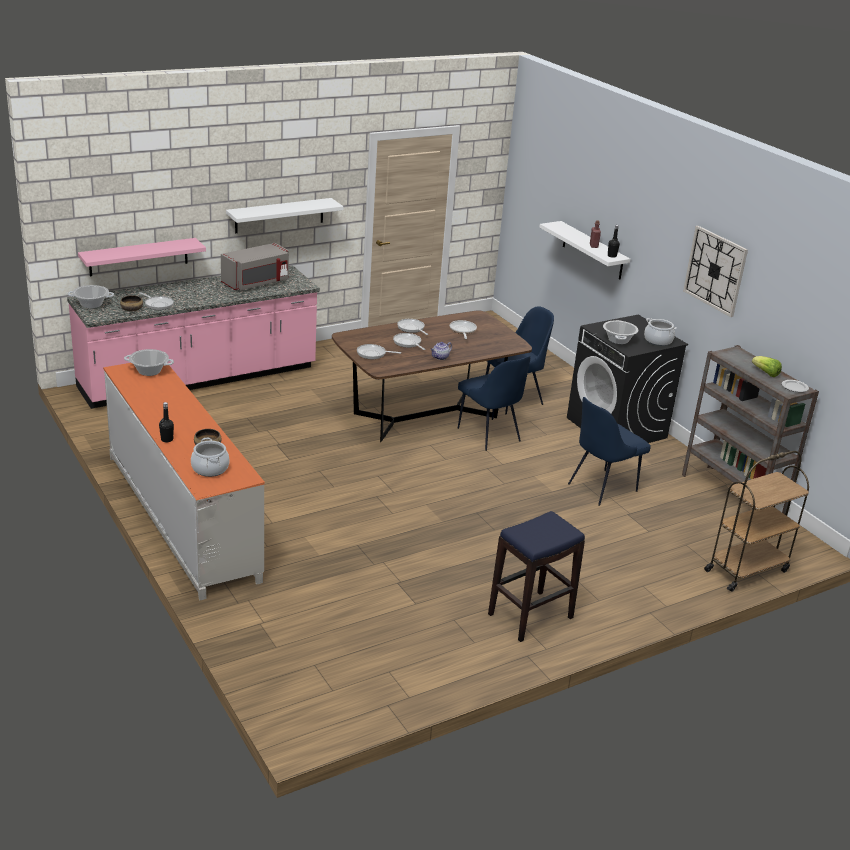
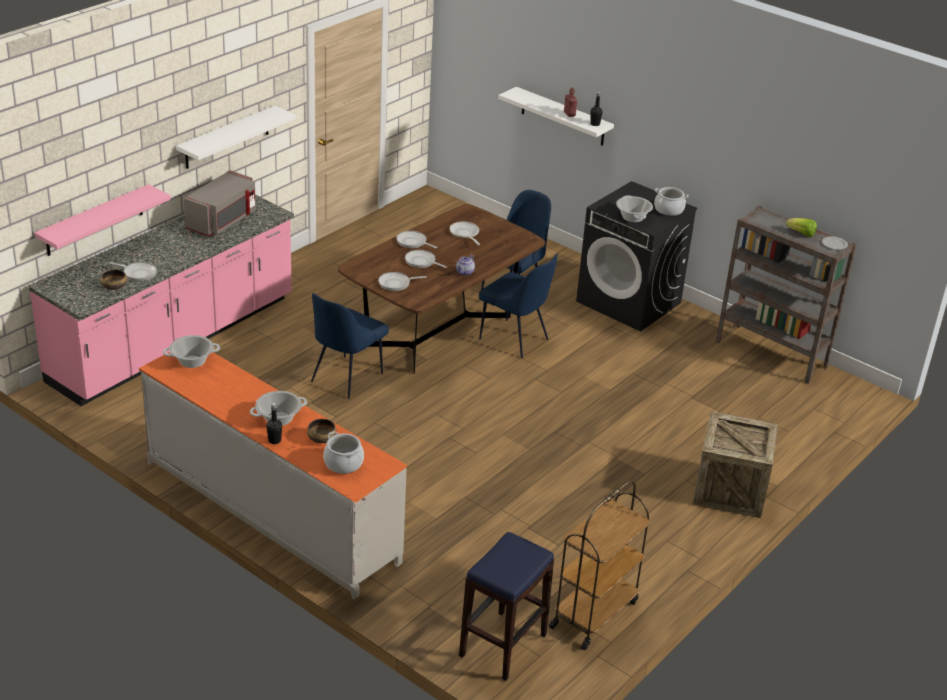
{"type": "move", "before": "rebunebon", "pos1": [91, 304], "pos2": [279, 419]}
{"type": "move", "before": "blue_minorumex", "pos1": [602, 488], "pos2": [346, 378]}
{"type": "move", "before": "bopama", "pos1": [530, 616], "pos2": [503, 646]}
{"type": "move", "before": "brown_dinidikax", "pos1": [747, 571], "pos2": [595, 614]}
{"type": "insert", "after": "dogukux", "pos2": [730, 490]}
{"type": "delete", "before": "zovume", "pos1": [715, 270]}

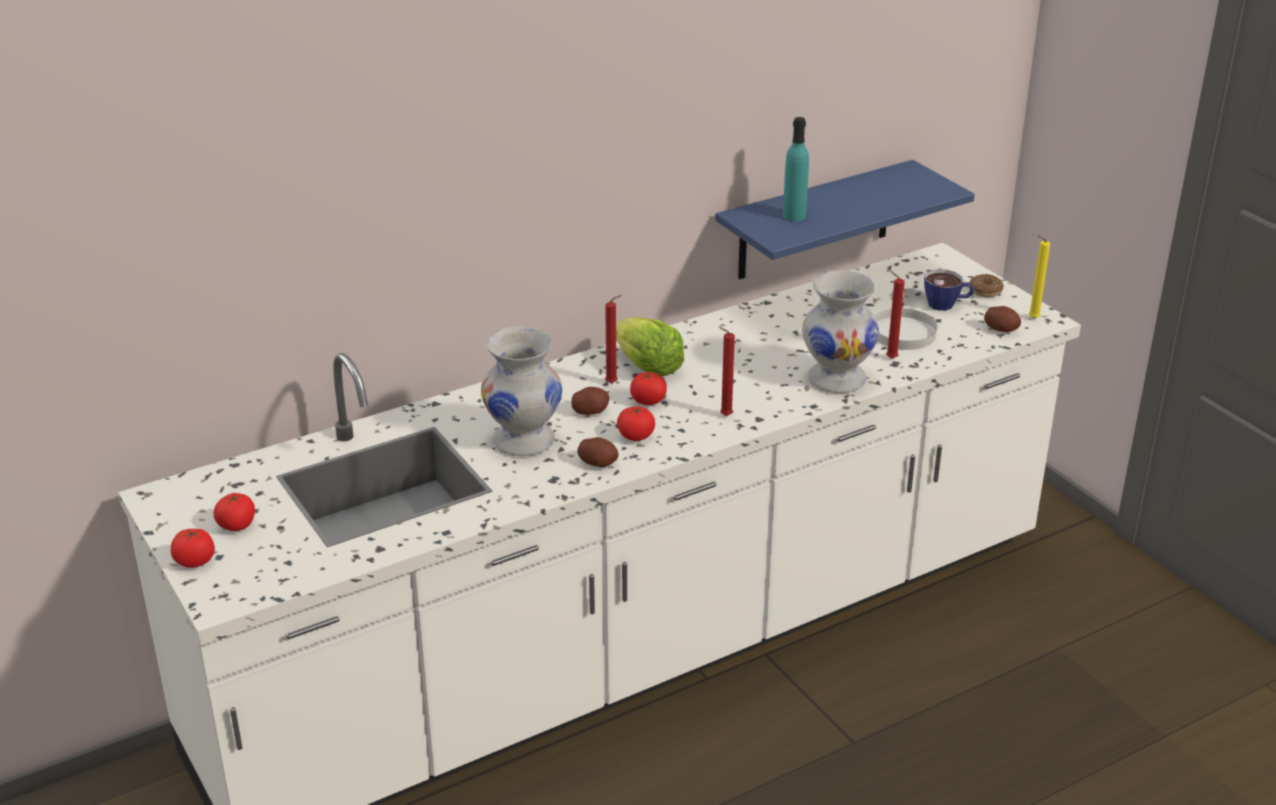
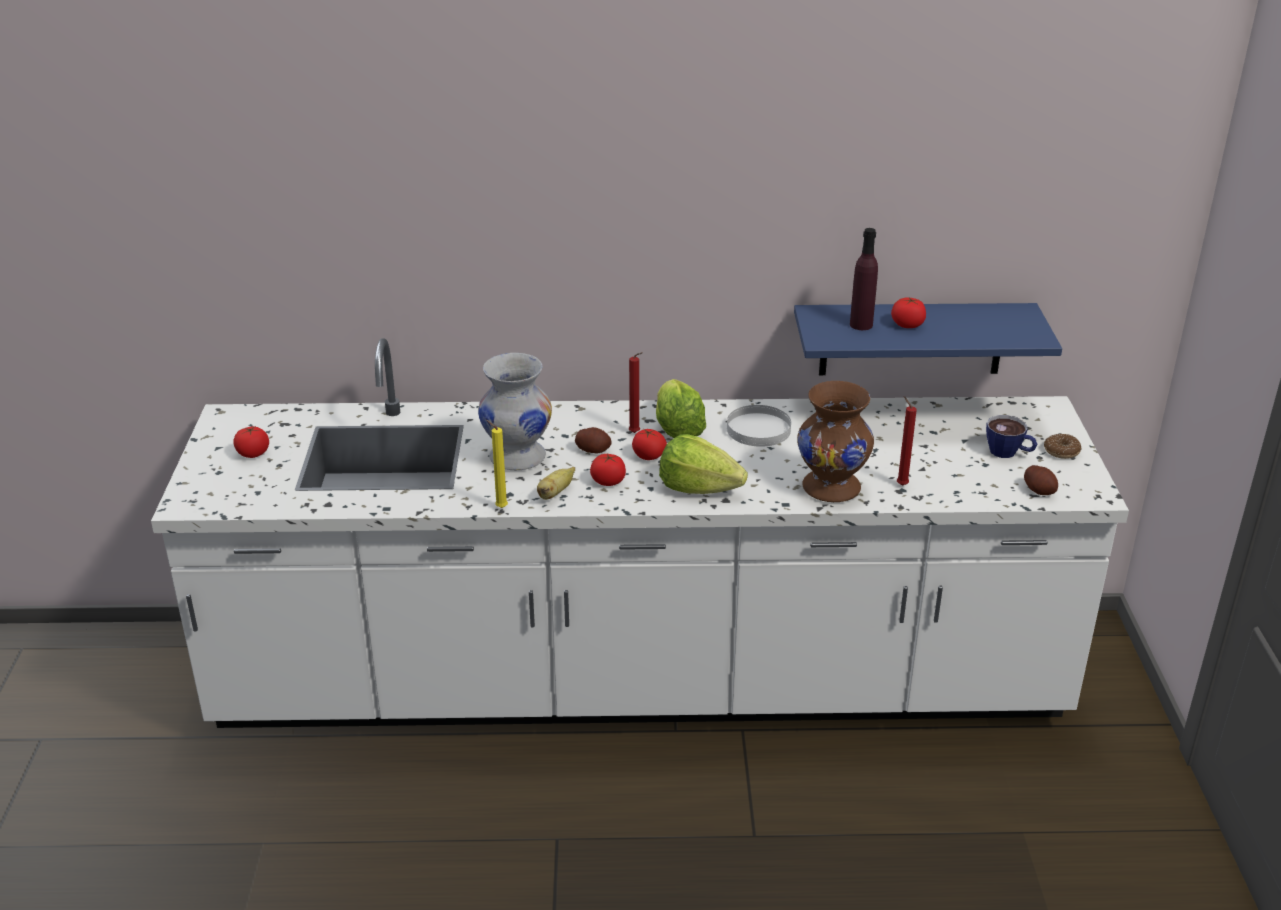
{"type": "move", "before": "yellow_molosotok", "pos1": [1032, 319], "pos2": [499, 507]}
{"type": "replace", "before": "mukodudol", "after": "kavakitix", "pos1": [598, 463], "pos2": [555, 493]}
{"type": "replace", "before": "red_molosotok", "after": "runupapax", "pos1": [724, 416], "pos2": [698, 488]}
{"type": "move", "before": "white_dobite", "pos1": [903, 333], "pos2": [758, 429]}
{"type": "recolor", "before": "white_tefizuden", "after": "brown_tefizuden", "pos1": [836, 380], "pos2": [830, 488]}
{"type": "recolor", "before": "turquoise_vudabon", "after": "purple_vudabon", "pos1": [794, 216], "pos2": [861, 325]}
{"type": "move", "before": "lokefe", "pos1": [195, 561], "pos2": [907, 325]}

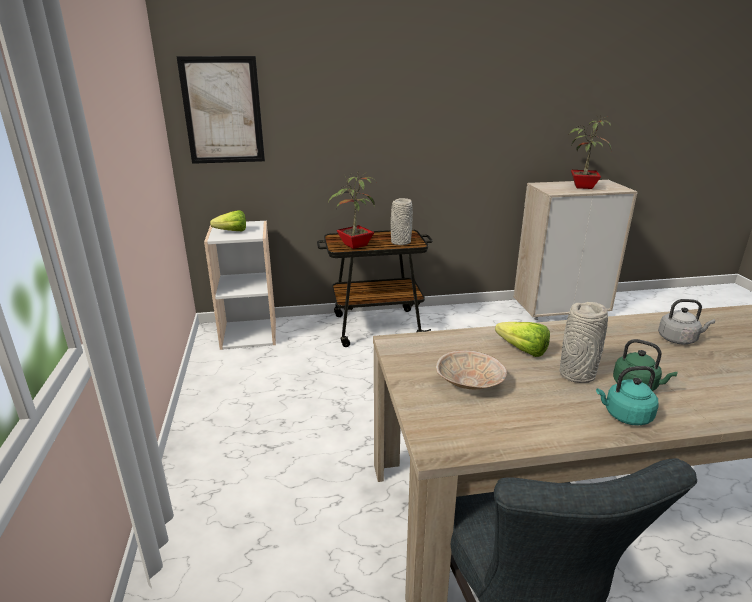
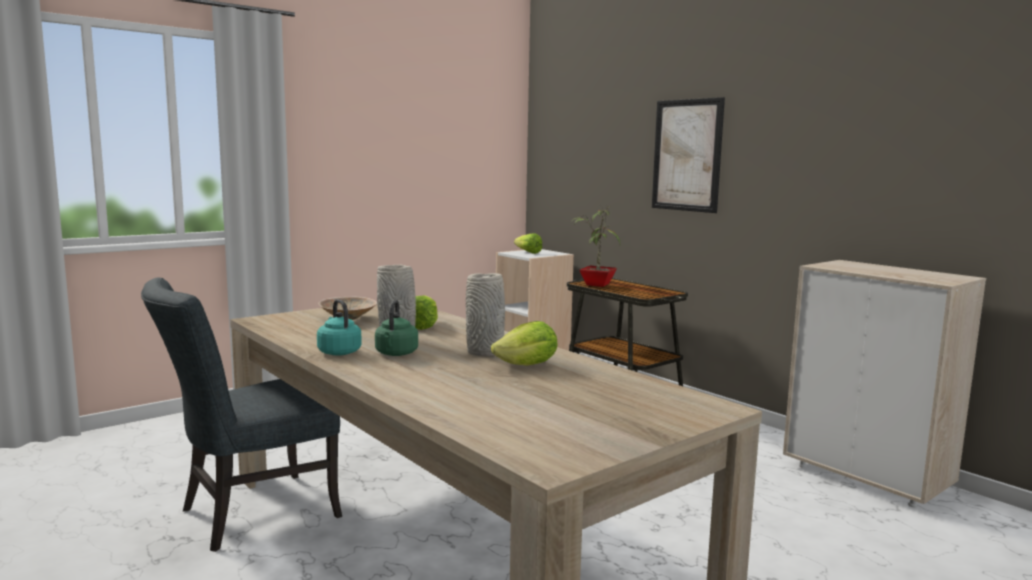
{"type": "move", "before": "grey_tefizuden", "pos1": [400, 242], "pos2": [485, 352]}
{"type": "replace", "before": "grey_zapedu", "after": "runupapax", "pos1": [679, 339], "pos2": [527, 365]}
{"type": "move", "before": "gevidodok", "pos1": [223, 111], "pos2": [687, 155]}
{"type": "delete", "before": "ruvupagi", "pos1": [581, 187]}

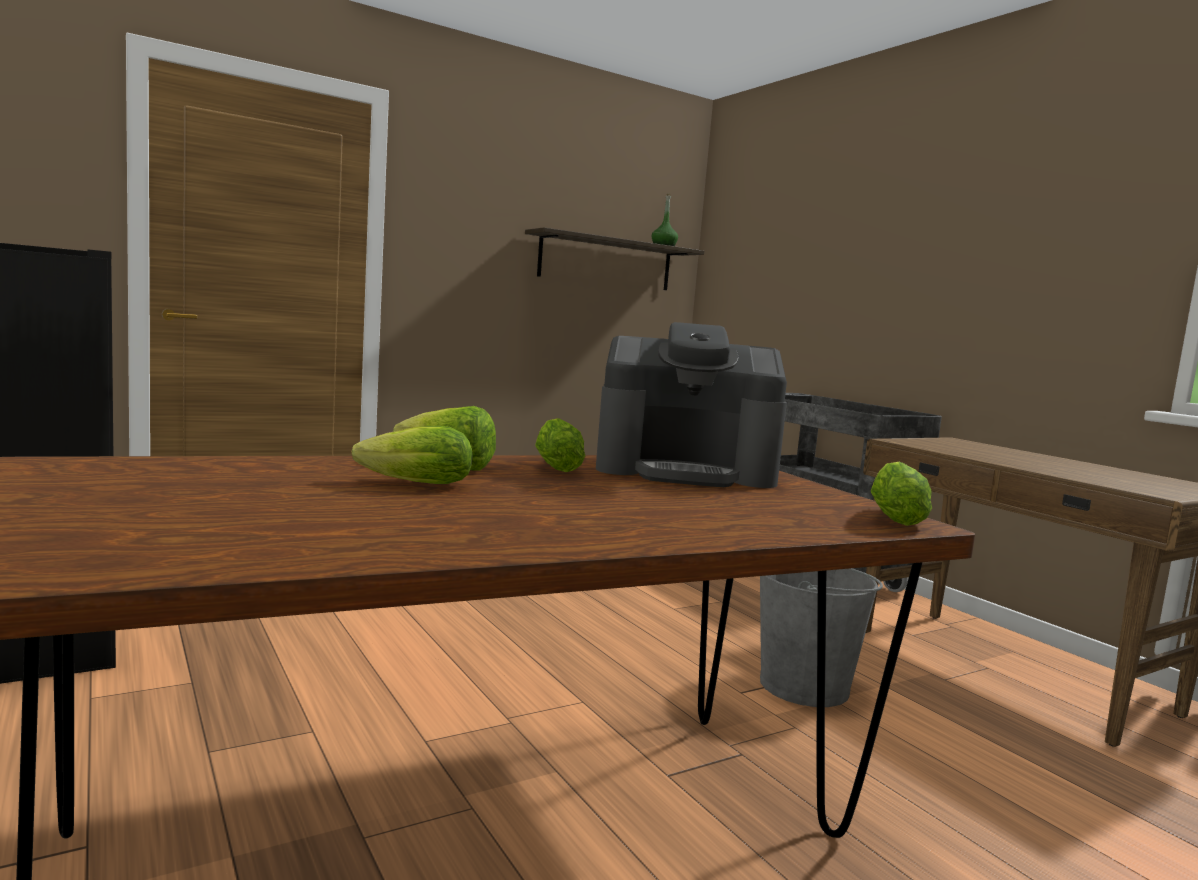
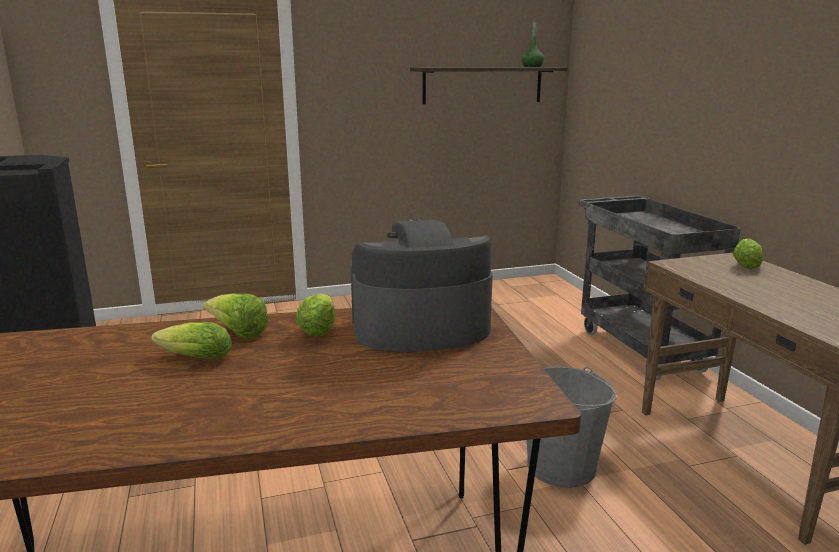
{"type": "rotate", "before": "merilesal", "pos1": [686, 470], "pos2": [419, 327], "turn": 150}
{"type": "move", "before": "runupapax", "pos1": [895, 517], "pos2": [746, 264]}

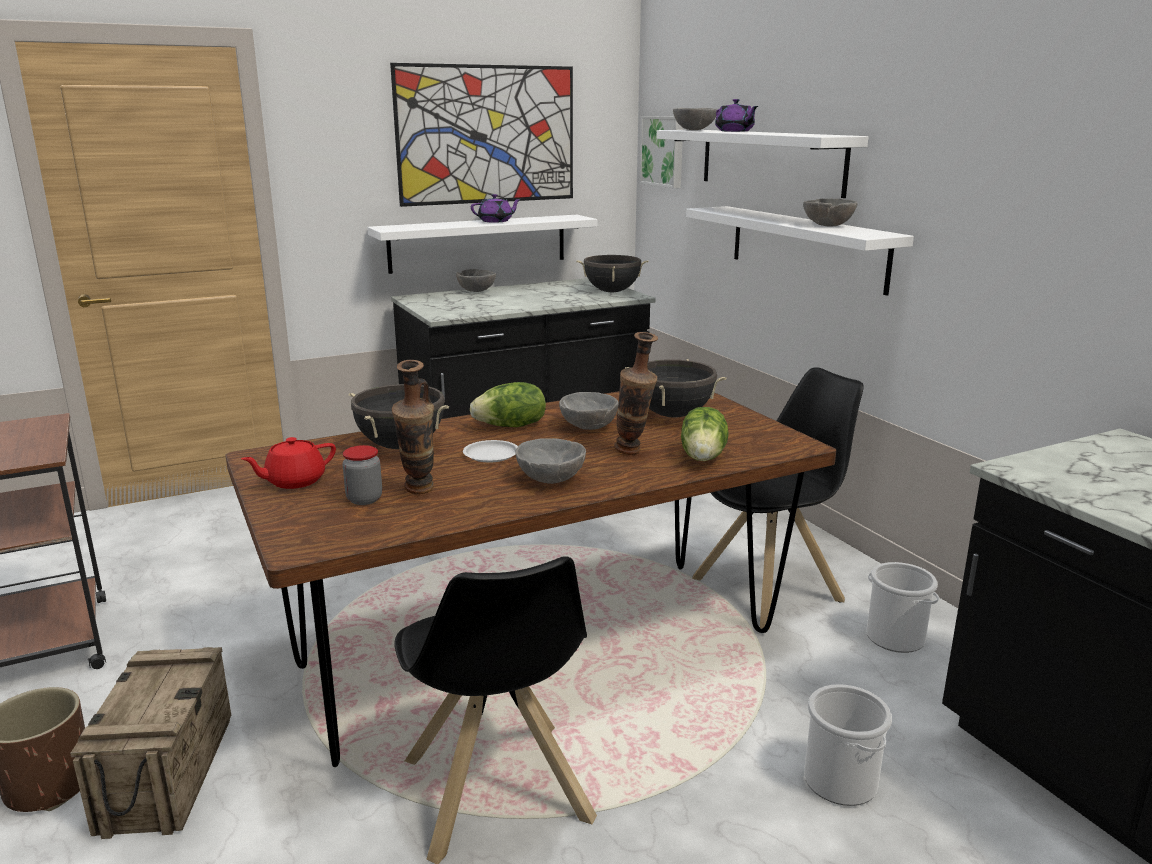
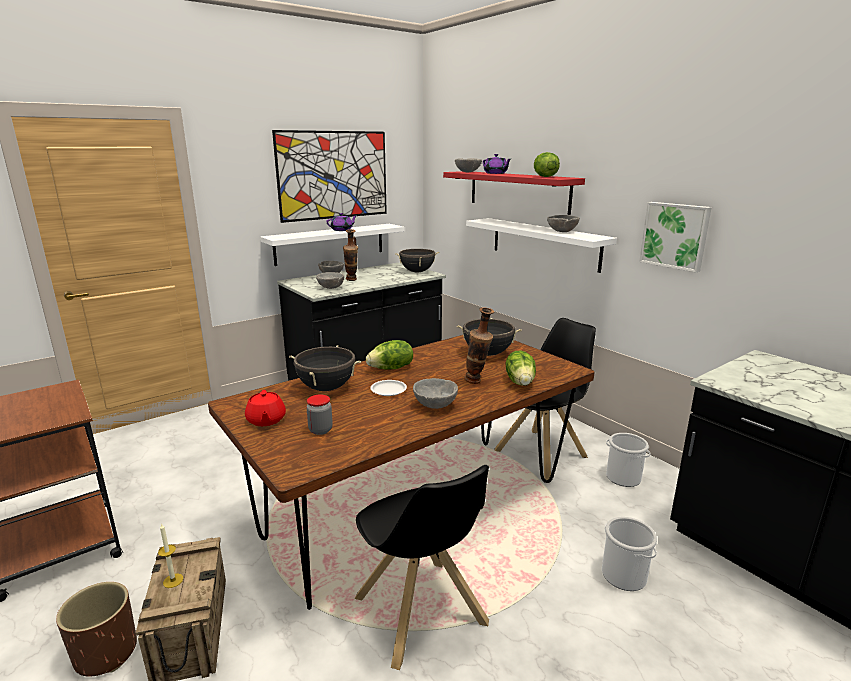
{"type": "insert", "after": "molosotok", "pos2": [173, 580]}
{"type": "rotate", "before": "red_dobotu", "pos1": [294, 481], "pos2": [266, 420], "turn": -60}
{"type": "move", "before": "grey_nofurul", "pos1": [589, 427], "pos2": [331, 288]}
{"type": "move", "before": "tefizuden", "pos1": [419, 493], "pos2": [351, 280]}
{"type": "recolor", "before": "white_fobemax", "after": "red_fobemax", "pos1": [770, 160], "pos2": [518, 191]}
{"type": "insert", "after": "runupapax", "pos2": [544, 176]}
{"type": "move", "before": "gevidodok", "pos1": [663, 151], "pos2": [675, 235]}

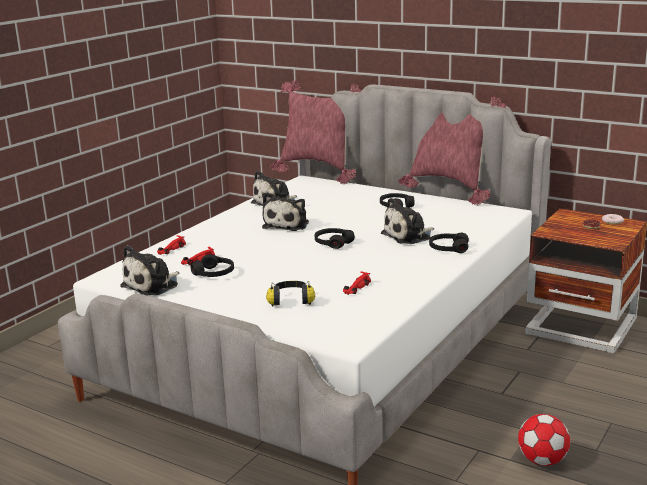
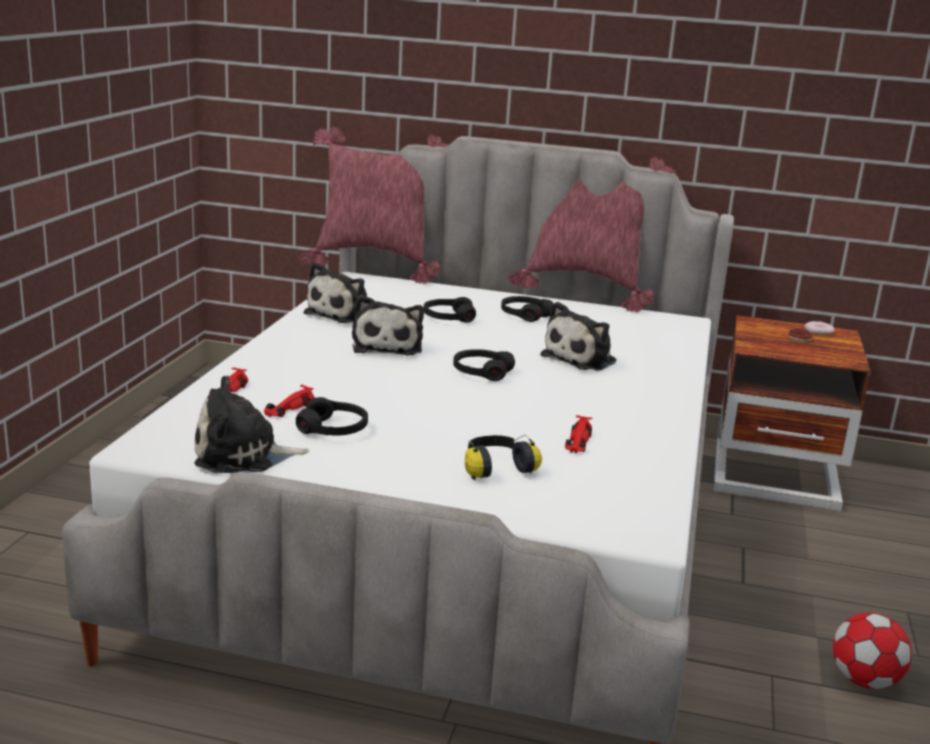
{"type": "rotate", "before": "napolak", "pos1": [153, 285], "pos2": [242, 455], "turn": 60}
{"type": "move", "before": "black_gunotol", "pos1": [448, 248], "pos2": [448, 318]}

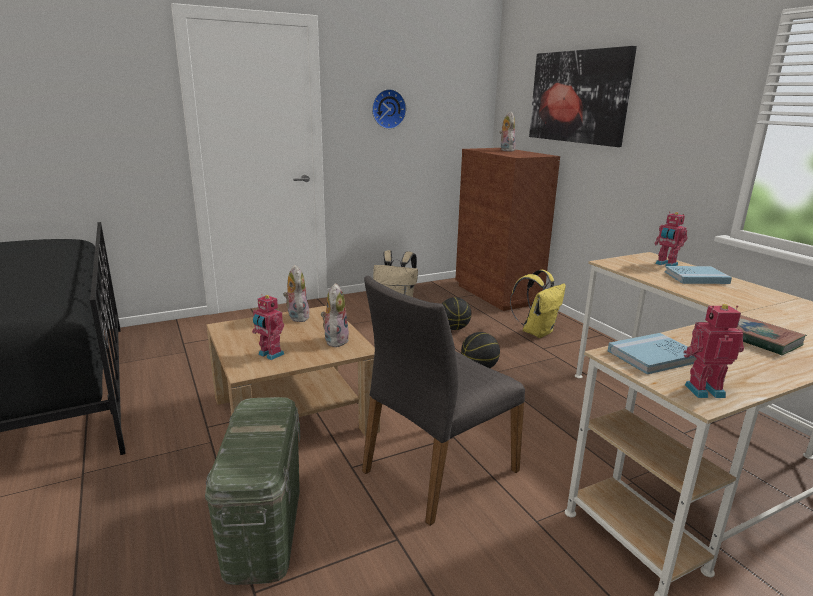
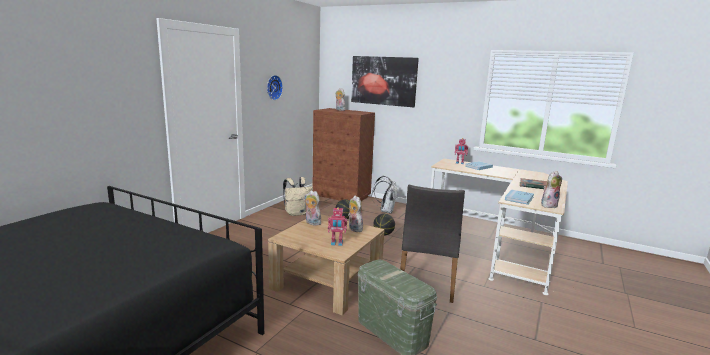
{"type": "recolor", "before": "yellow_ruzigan", "after": "white_ruzigan", "pos1": [537, 332], "pos2": [385, 211]}
{"type": "replace", "before": "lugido", "after": "napolak", "pos1": [703, 389], "pos2": [548, 205]}

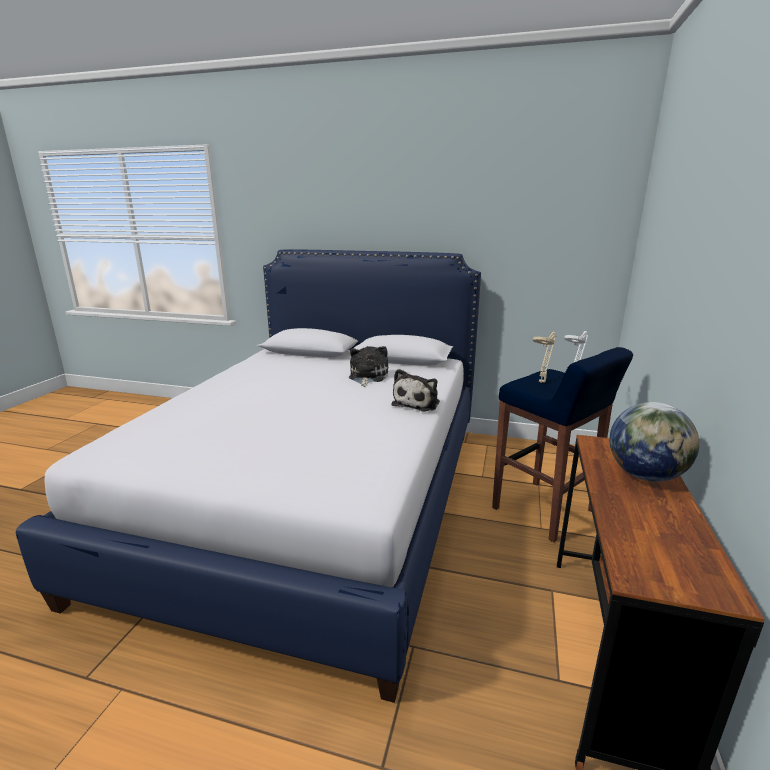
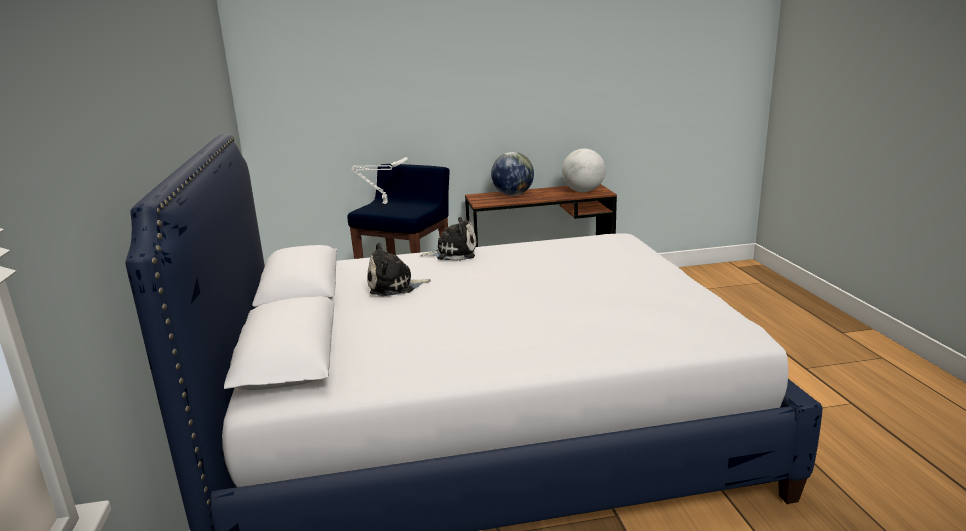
{"type": "insert", "after": "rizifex", "pos2": [583, 191]}
{"type": "delete", "before": "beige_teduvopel", "pos1": [542, 381]}

